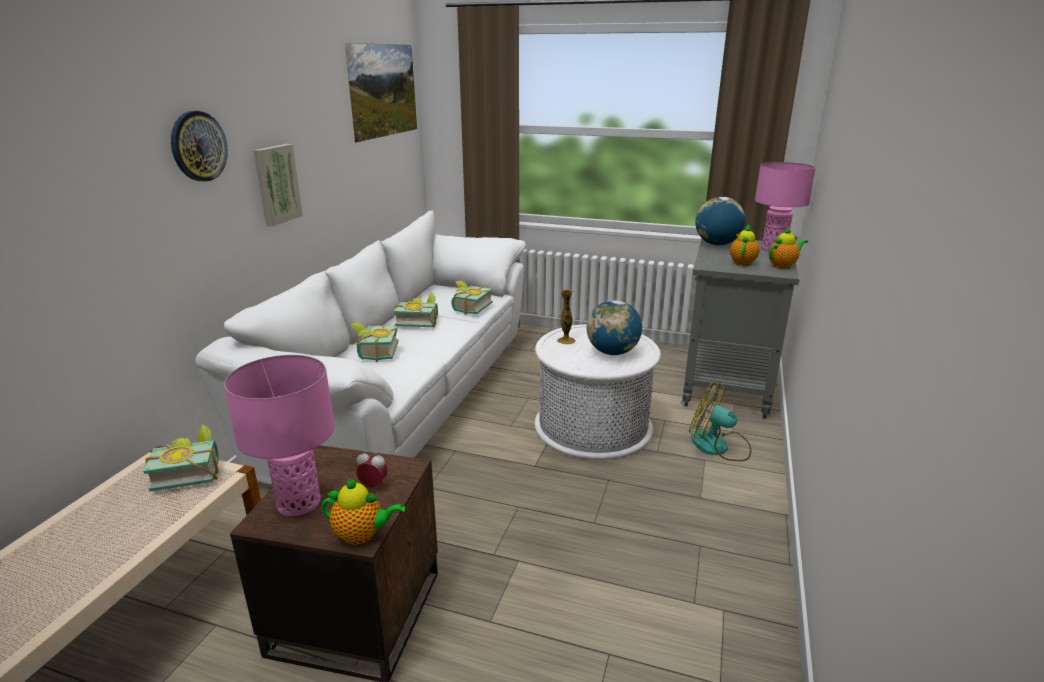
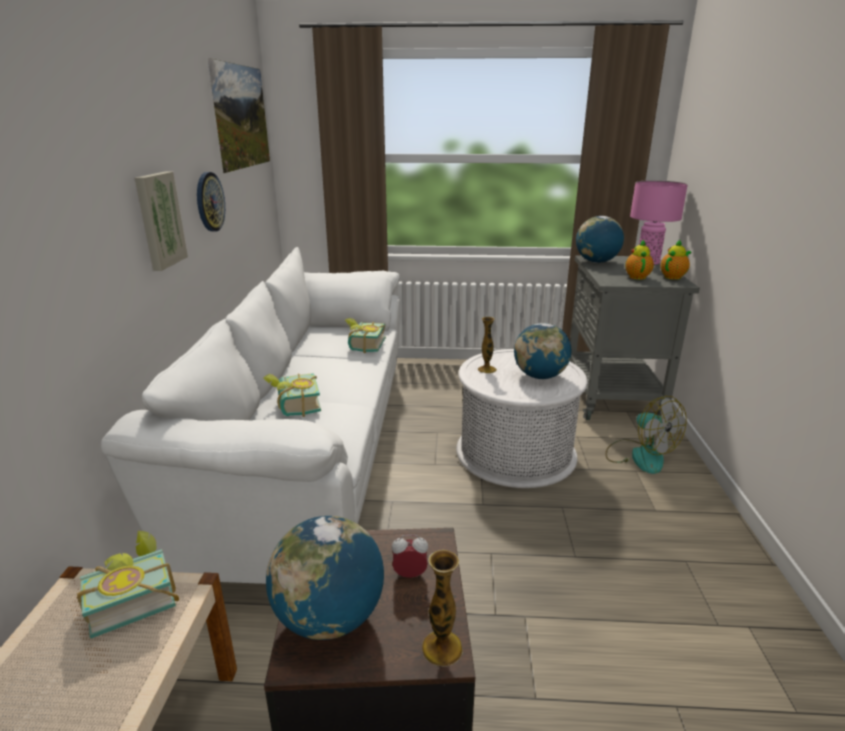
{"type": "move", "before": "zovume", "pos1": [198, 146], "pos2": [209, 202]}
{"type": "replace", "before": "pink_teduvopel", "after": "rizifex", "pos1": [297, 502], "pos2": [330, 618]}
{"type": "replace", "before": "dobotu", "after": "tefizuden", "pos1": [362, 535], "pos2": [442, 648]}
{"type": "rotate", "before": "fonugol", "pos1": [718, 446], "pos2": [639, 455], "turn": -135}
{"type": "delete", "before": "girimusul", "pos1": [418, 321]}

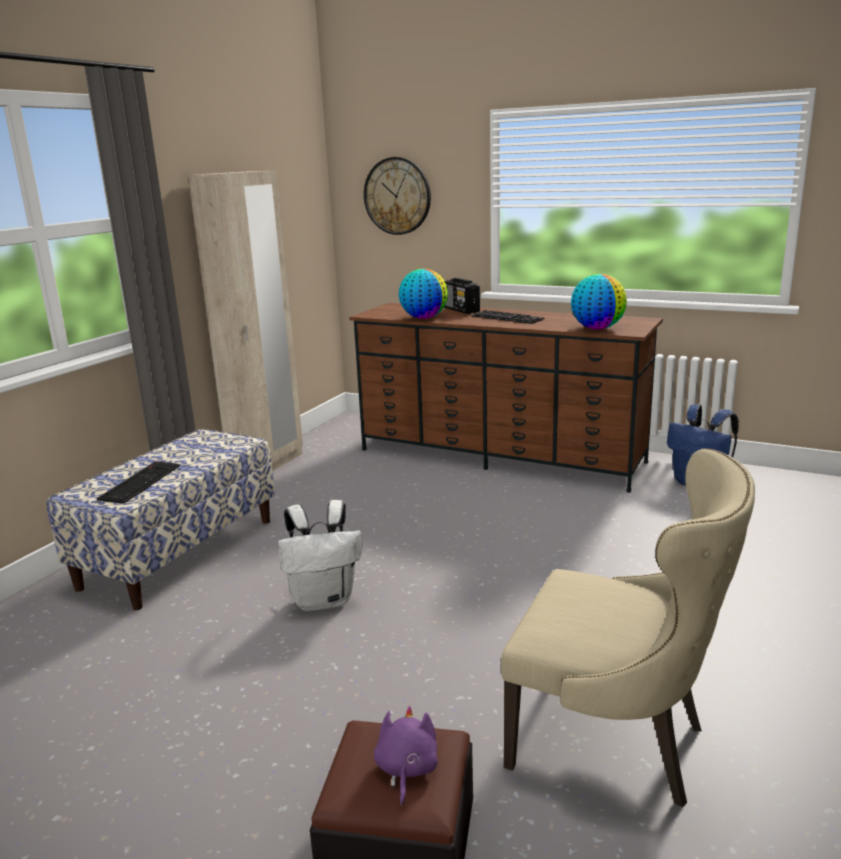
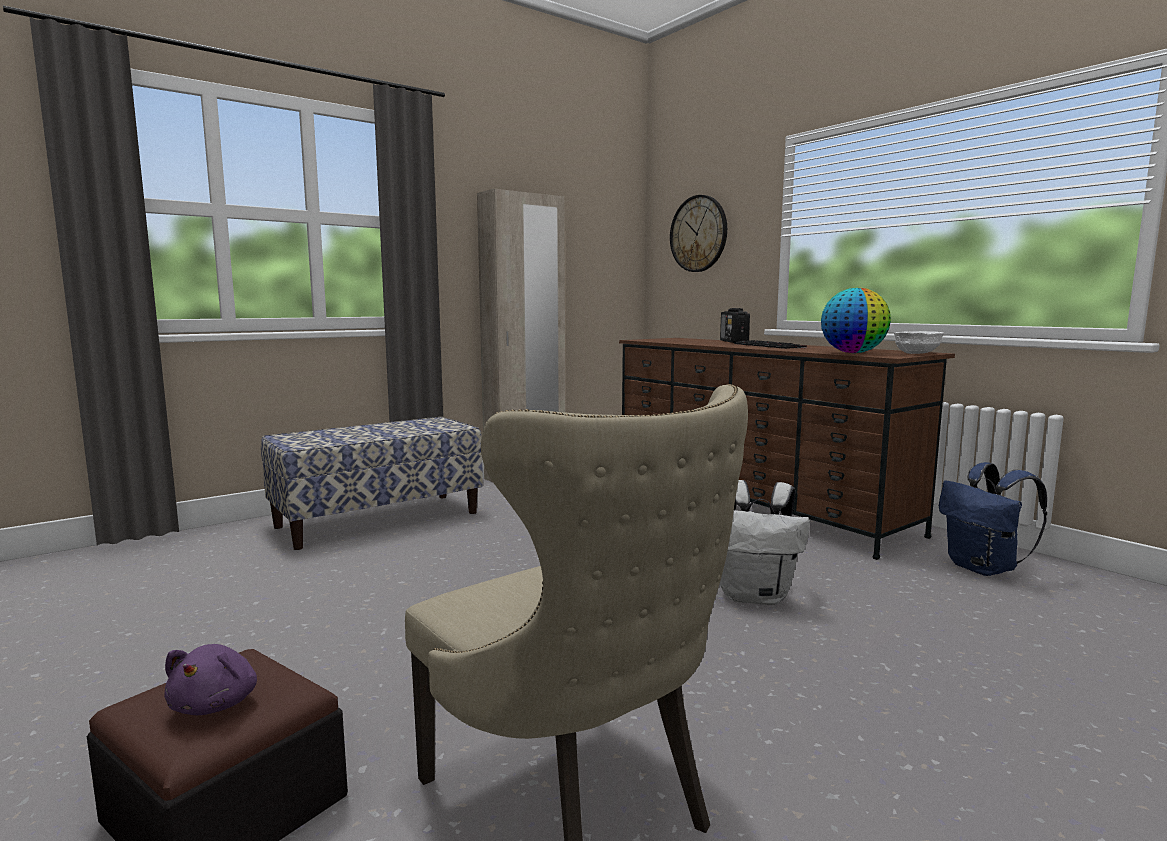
{"type": "rotate", "before": "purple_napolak", "pos1": [406, 770], "pos2": [217, 704], "turn": 150}
{"type": "move", "before": "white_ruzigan", "pos1": [324, 600], "pos2": [755, 596]}
{"type": "insert", "after": "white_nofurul", "pos2": [917, 353]}
{"type": "delete", "before": "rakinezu", "pos1": [140, 482]}
{"type": "delete", "before": "rizifex", "pos1": [424, 318]}

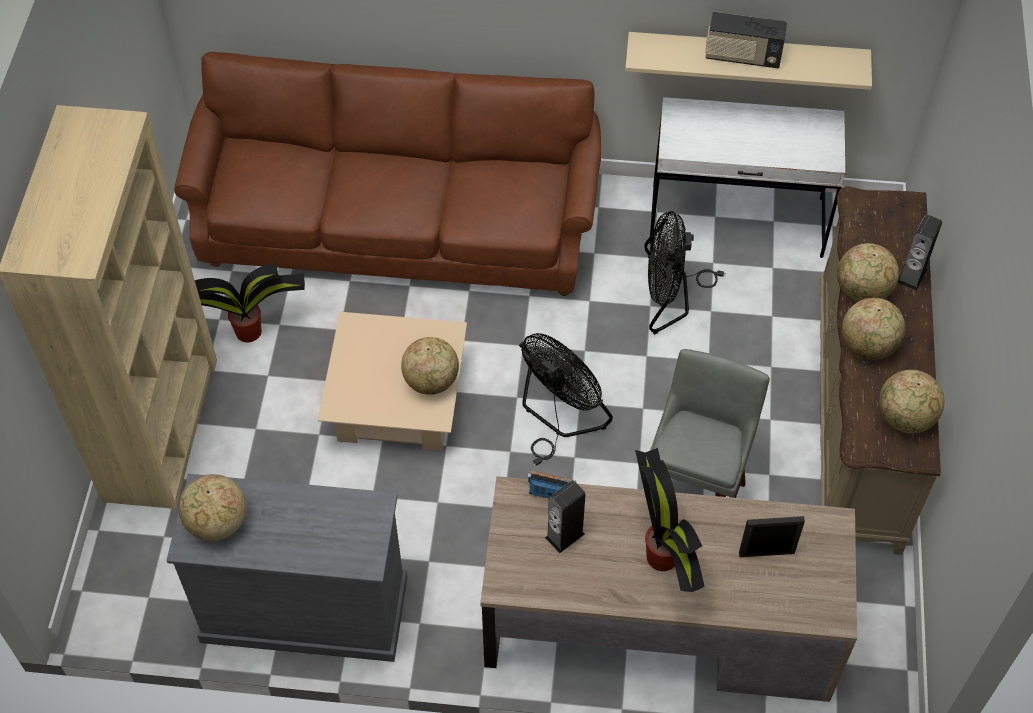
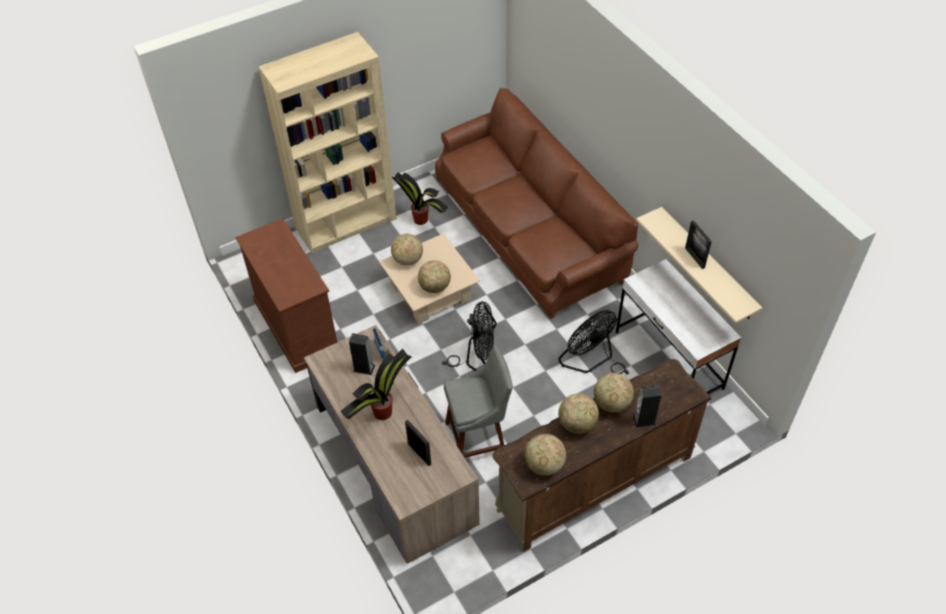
{"type": "recolor", "before": "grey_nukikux", "after": "brown_nukikux", "pos1": [303, 611], "pos2": [296, 326]}
{"type": "move", "before": "rizifex", "pos1": [217, 523], "pos2": [407, 260]}
{"type": "replace", "before": "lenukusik", "after": "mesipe", "pos1": [742, 57], "pos2": [694, 258]}

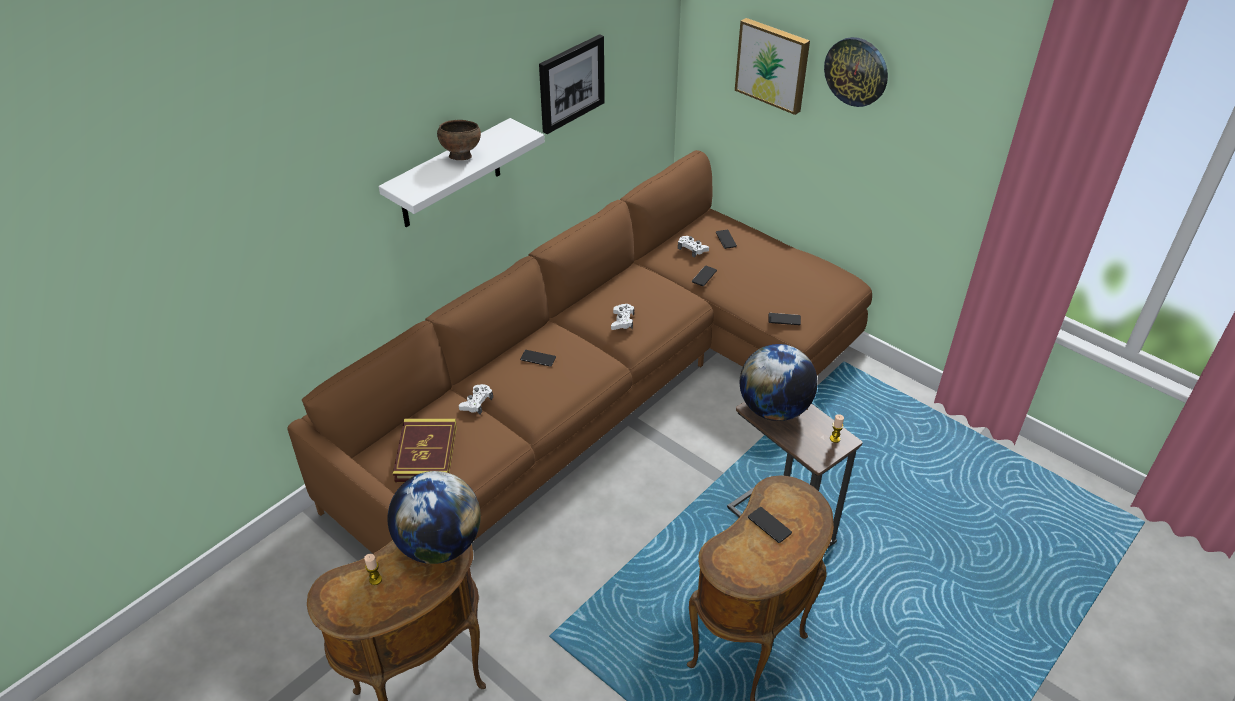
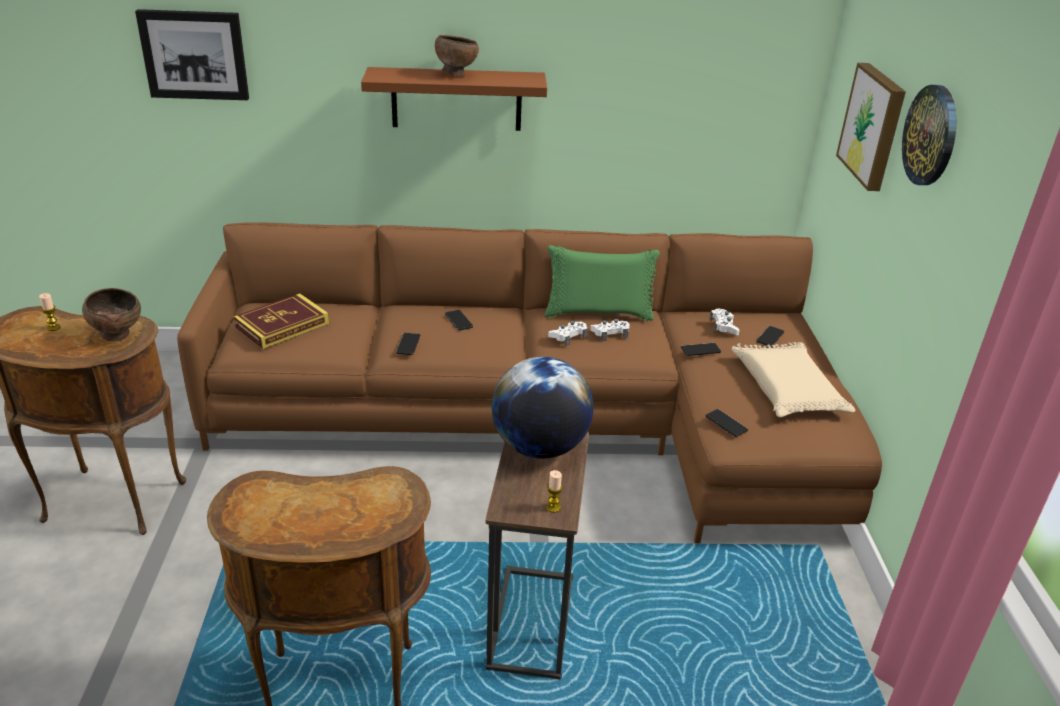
{"type": "replace", "before": "rizifex", "after": "brown_nofurul", "pos1": [439, 545], "pos2": [118, 336]}
{"type": "move", "before": "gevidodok", "pos1": [570, 83], "pos2": [194, 55]}
{"type": "recolor", "before": "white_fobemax", "after": "brown_fobemax", "pos1": [450, 175], "pos2": [456, 99]}
{"type": "move", "before": "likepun", "pos1": [769, 525], "pos2": [408, 344]}
{"type": "insert", "after": "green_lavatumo", "pos2": [598, 313]}
{"type": "move", "before": "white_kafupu", "pos1": [476, 402], "pos2": [610, 333]}
{"type": "insert", "after": "beige_lavatumo", "pos2": [788, 387]}

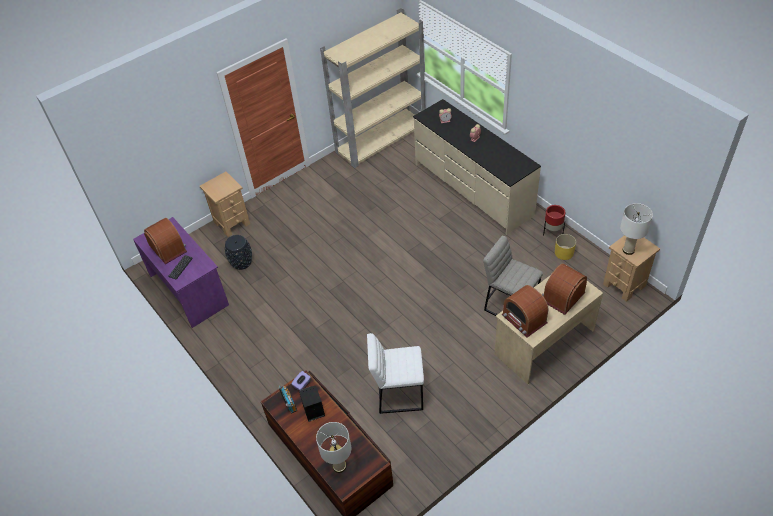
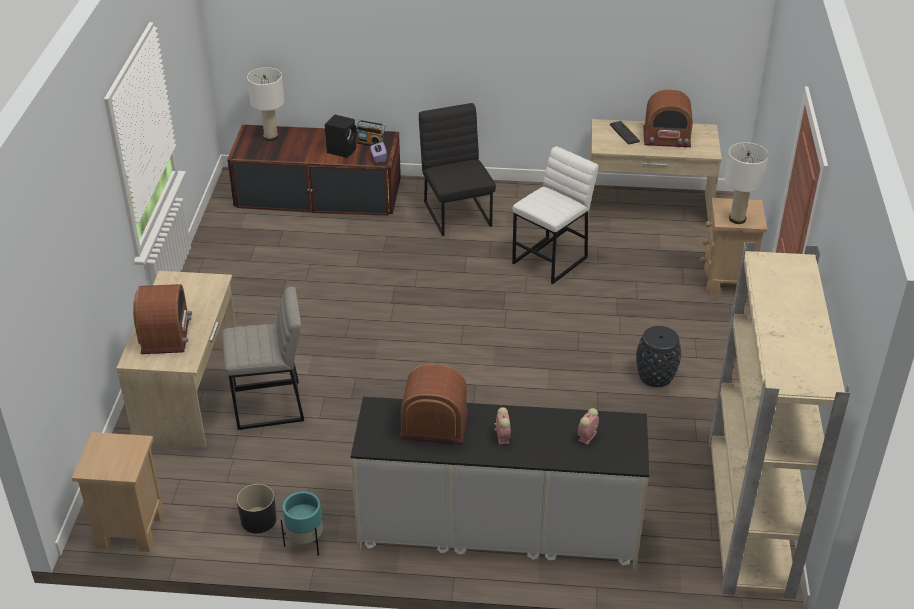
{"type": "recolor", "before": "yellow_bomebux", "after": "black_bomebux", "pos1": [564, 253], "pos2": [258, 520]}
{"type": "recolor", "before": "red_bomebux", "after": "turquoise_bomebux", "pos1": [552, 231], "pos2": [305, 542]}
{"type": "move", "before": "lenukusik", "pos1": [524, 319], "pos2": [434, 424]}
{"type": "insert", "after": "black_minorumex", "pos2": [457, 212]}
{"type": "move", "before": "white_minorumex", "pos1": [398, 394], "pos2": [551, 259]}
{"type": "recolor", "before": "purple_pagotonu", "after": "beige_pagotonu", "pos1": [189, 290], "pos2": [647, 207]}
{"type": "move", "before": "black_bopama", "pos1": [241, 262], "pos2": [655, 376]}
{"type": "move", "before": "white_teduvopel", "pos1": [628, 250], "pos2": [737, 219]}

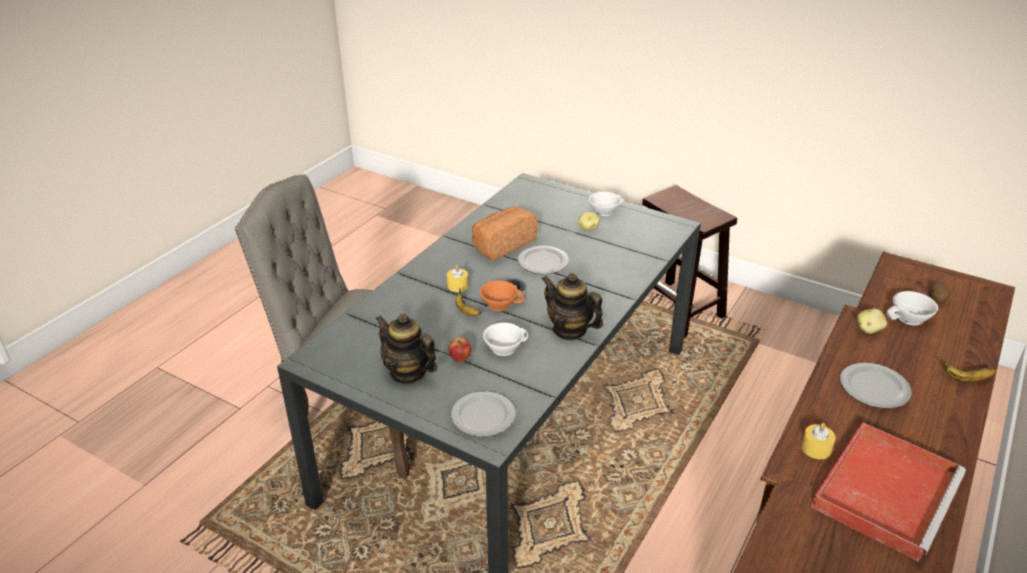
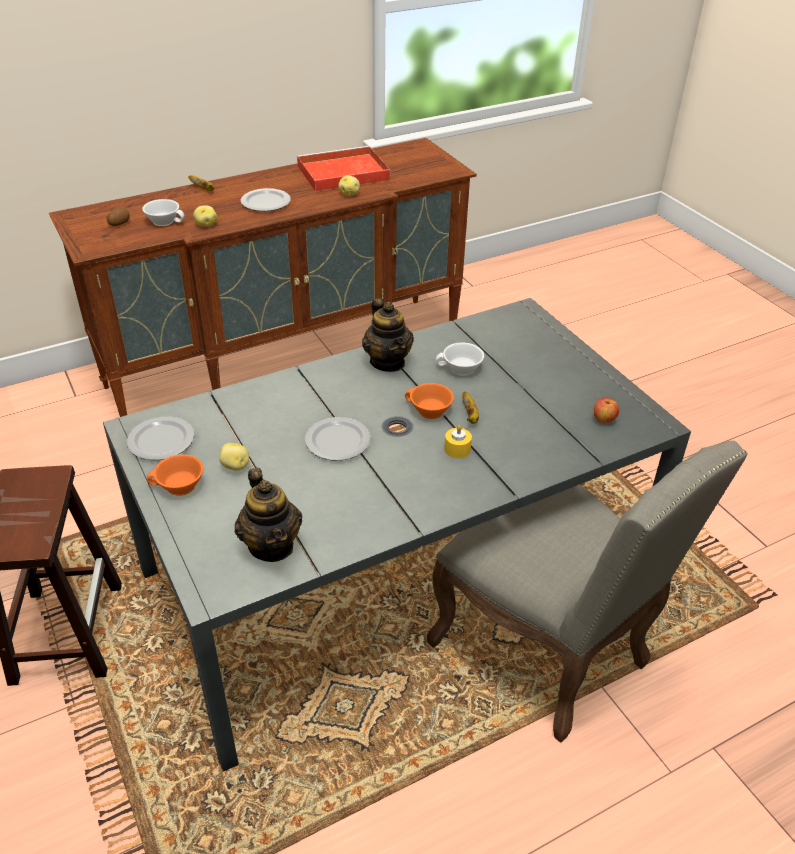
{"type": "move", "before": "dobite", "pos1": [482, 415], "pos2": [161, 441]}
{"type": "recolor", "before": "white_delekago", "after": "orange_delekago", "pos1": [604, 210], "pos2": [179, 487]}
{"type": "move", "before": "dobotu", "pos1": [408, 372], "pos2": [271, 545]}
{"type": "replace", "before": "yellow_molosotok", "after": "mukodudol", "pos1": [816, 448], "pos2": [349, 194]}
{"type": "move", "before": "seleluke", "pos1": [460, 358], "pos2": [603, 420]}
{"type": "delete", "before": "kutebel", "pos1": [502, 245]}

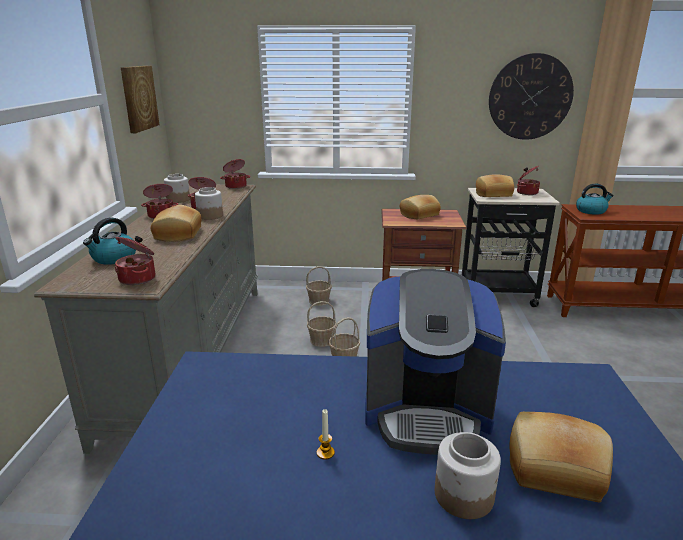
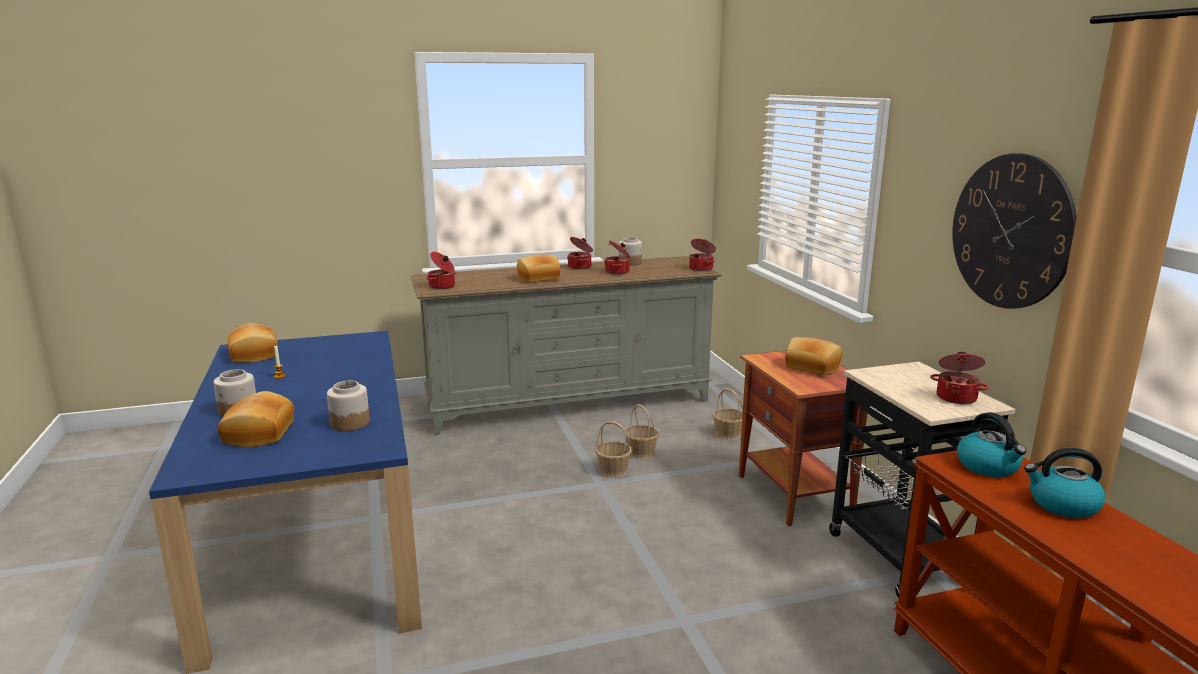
{"type": "move", "before": "kutebel", "pos1": [493, 194], "pos2": [255, 354]}
{"type": "move", "before": "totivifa", "pos1": [209, 216], "pos2": [350, 423]}
{"type": "move", "before": "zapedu", "pos1": [114, 258], "pos2": [1062, 505]}
{"type": "delete", "before": "gevidodok", "pos1": [138, 98]}
{"type": "delete", "before": "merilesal", "pos1": [427, 412]}

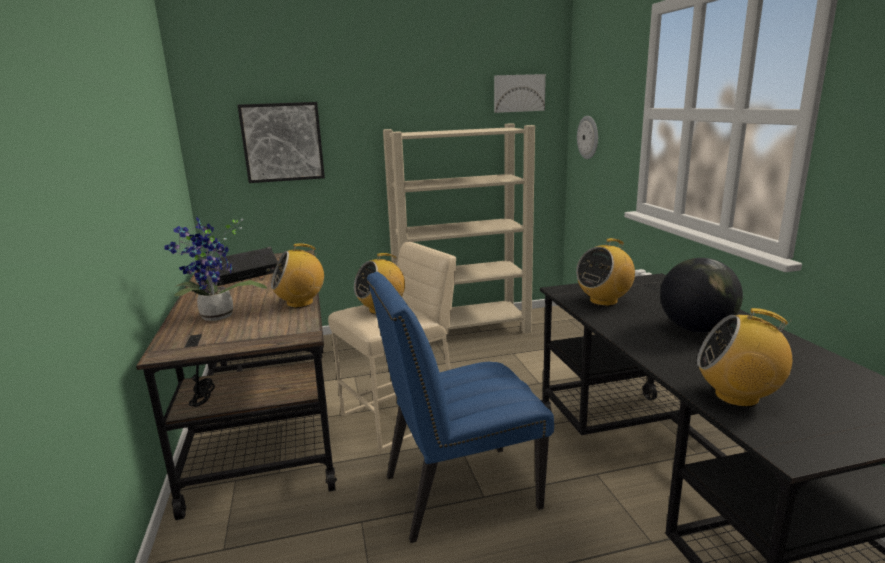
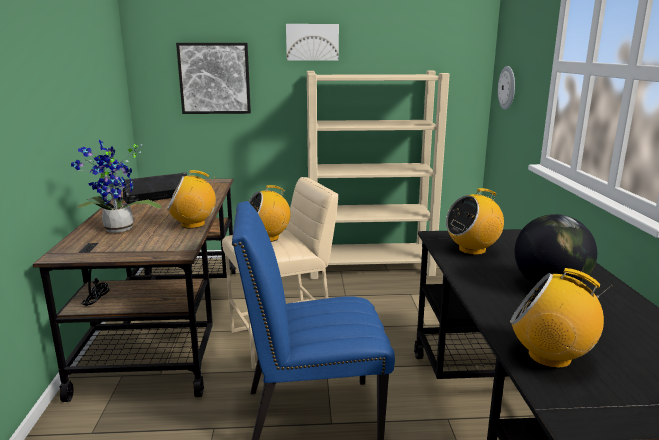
{"type": "move", "before": "gevidodok", "pos1": [518, 93], "pos2": [312, 42]}

